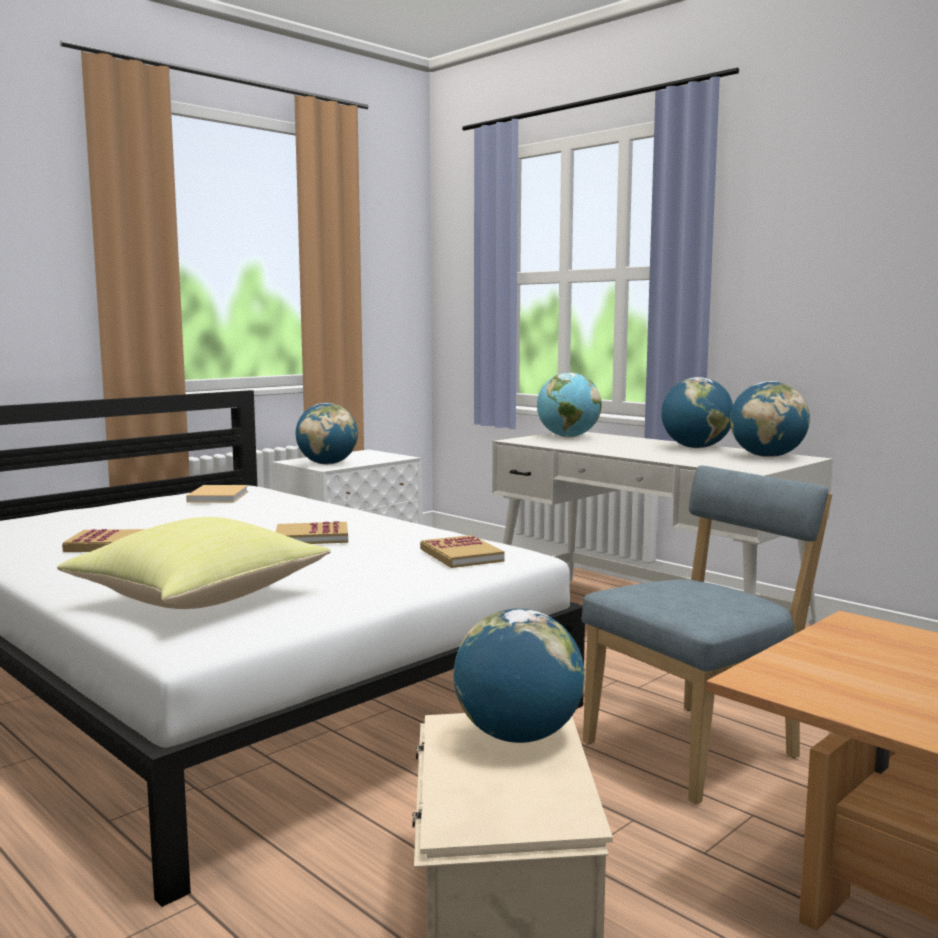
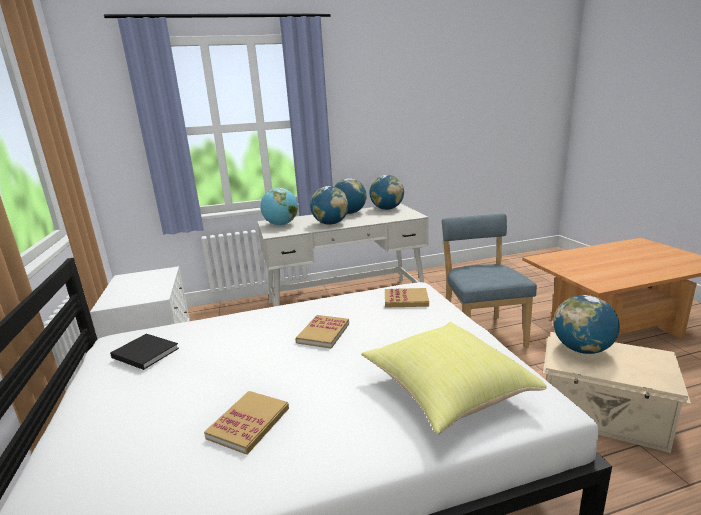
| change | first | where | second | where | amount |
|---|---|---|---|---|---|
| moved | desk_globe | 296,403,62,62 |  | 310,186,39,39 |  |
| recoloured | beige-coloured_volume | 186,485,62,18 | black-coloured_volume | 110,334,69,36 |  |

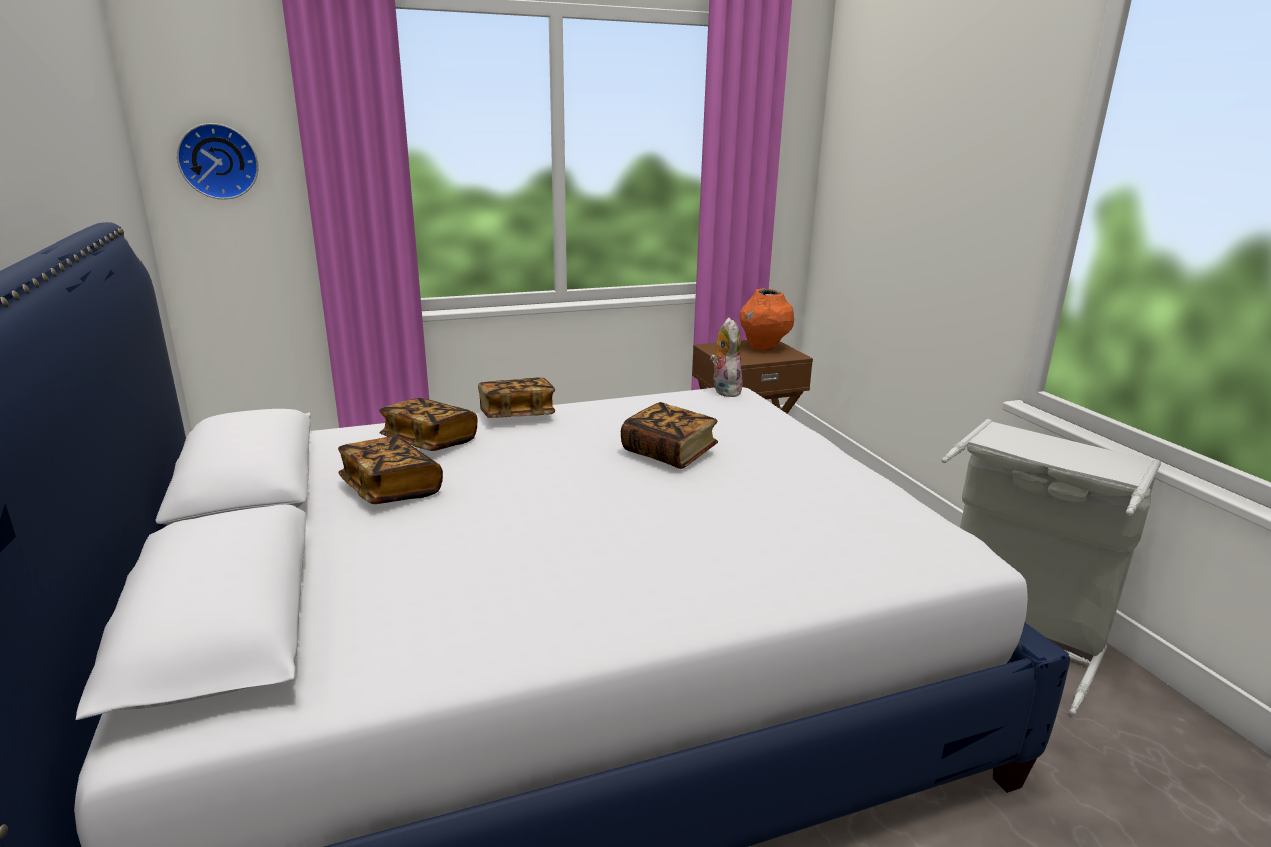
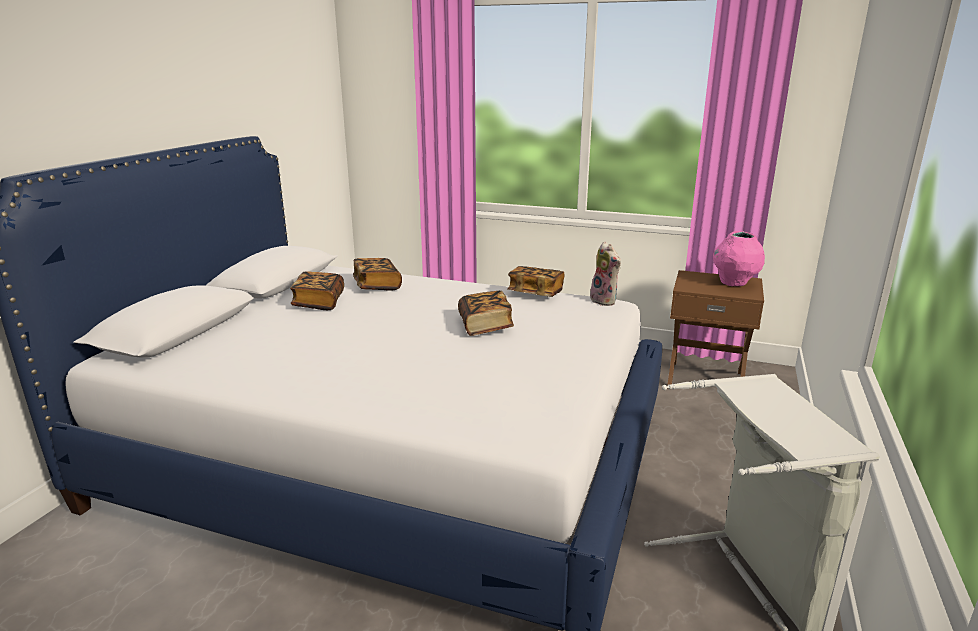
| change | first | where | second | where | amount |
|---|---|---|---|---|---|
| removed | wall_clock | 177,123,82,76 |  |  |  |
| recoloured | orangey_decorative_vase | 740,288,54,63 | pink-coloured_decorative_vase | 713,231,52,55 |  |
| turned | plush_toy | 710,318,33,79 |  | 590,241,31,65 | 120 degrees clockwise |
| moved | volume | 478,378,77,40 |  | 507,266,58,31 |  |

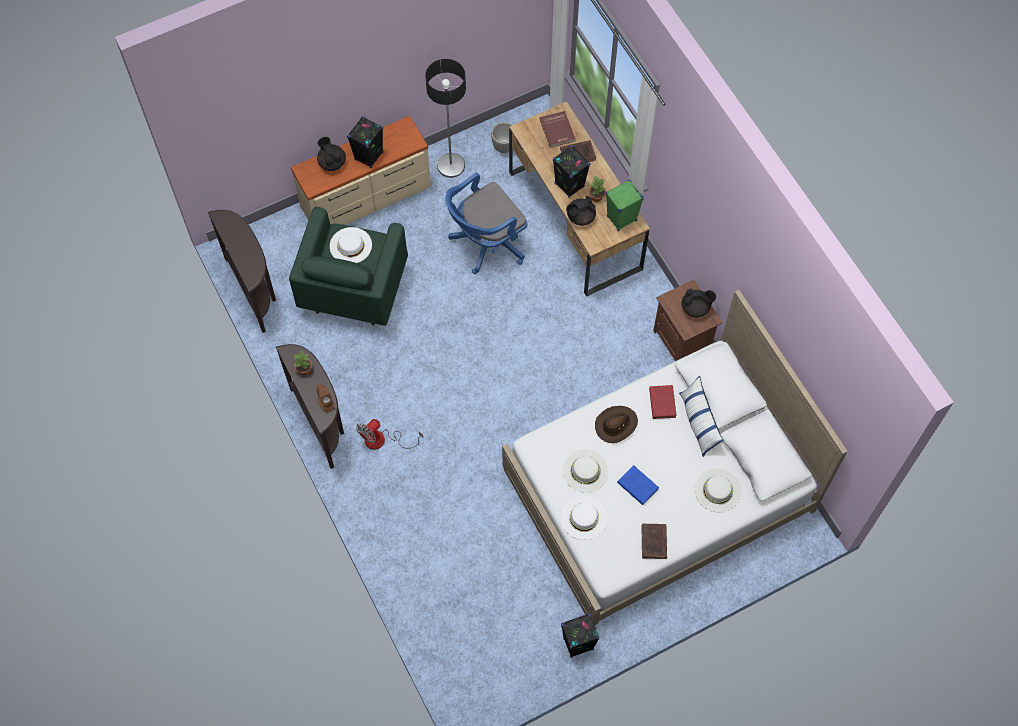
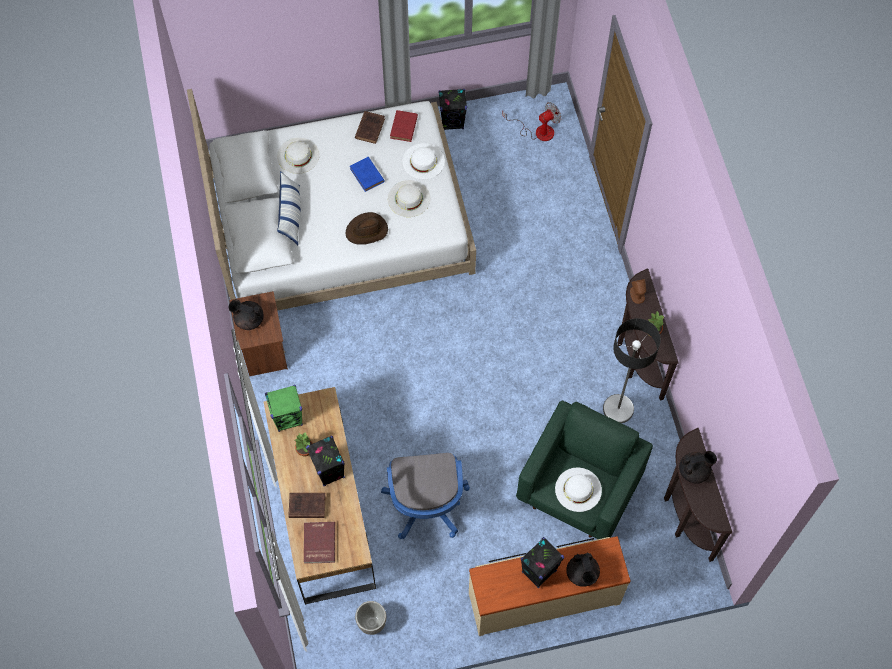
| change | first | where | second | where | amount |
|---|---|---|---|---|---|
| moved | floor_lamp | 425,59,41,119 |  | 603,318,58,105 |  |
| turned | blue_desk_chair | 445,173,82,101 |  | 381,453,89,86 | 105 degrees clockwise |
| moved | black-coloured_tea_pot | 566,196,30,30 |  | 679,451,38,33 |  |
| moved | red-coloured_volume | 649,385,28,34 |  | 390,110,28,32 |  |
| moved | fan | 356,419,67,31 |  | 502,102,59,39 |  |

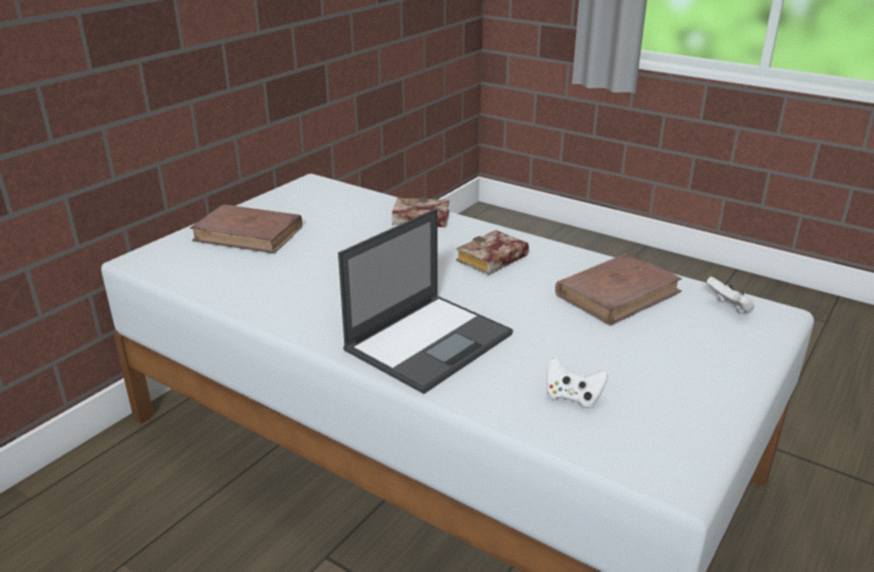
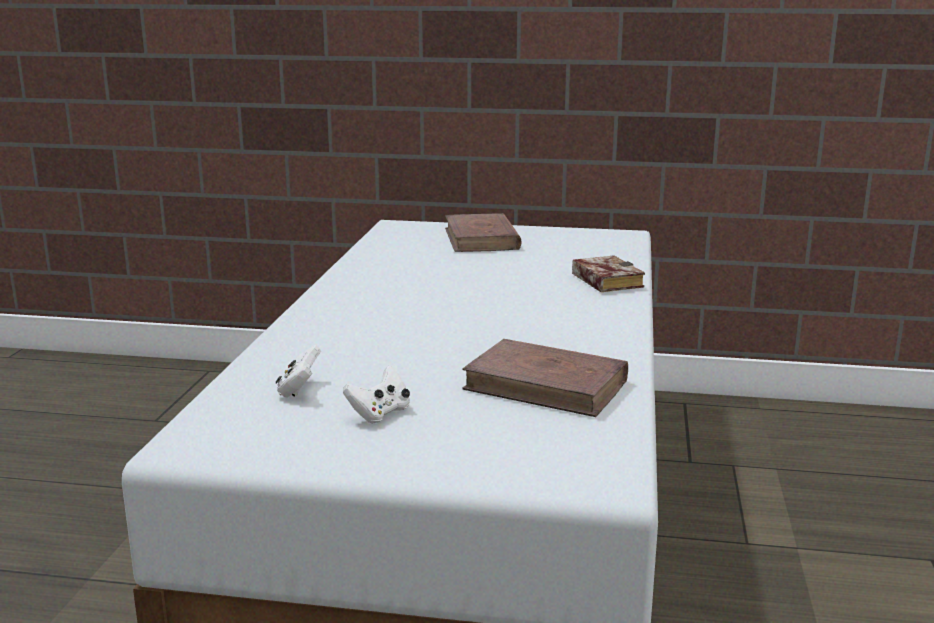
| change | first | where | second | where | amount |
|---|---|---|---|---|---|
| removed | portable_computer | 338,208,175,186 |  |  |  |
| removed | volume | 456,230,73,45 |  |  |  |
| moved | white-coloured_joypad | 706,277,48,37 |  | 343,366,67,58 |  |

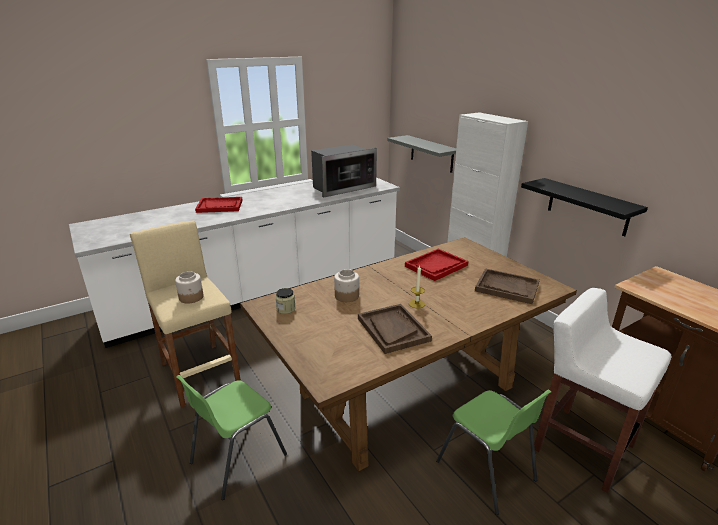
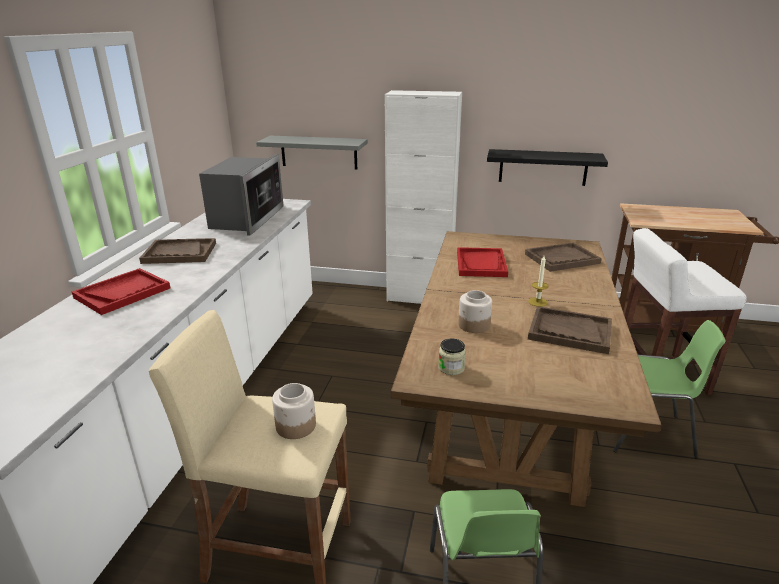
| change | first | where | second | where | amount |
|---|---|---|---|---|---|
| added |  |  | brown-coloured_carrying_tray | 139,238,77,26 |  |

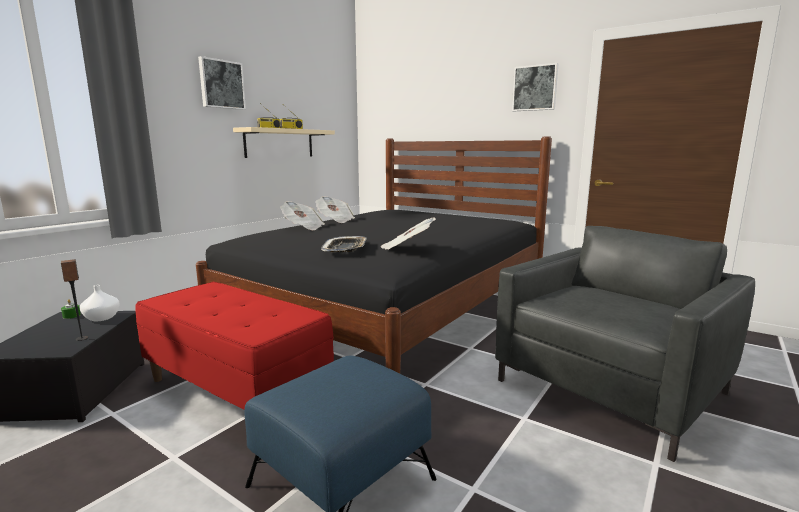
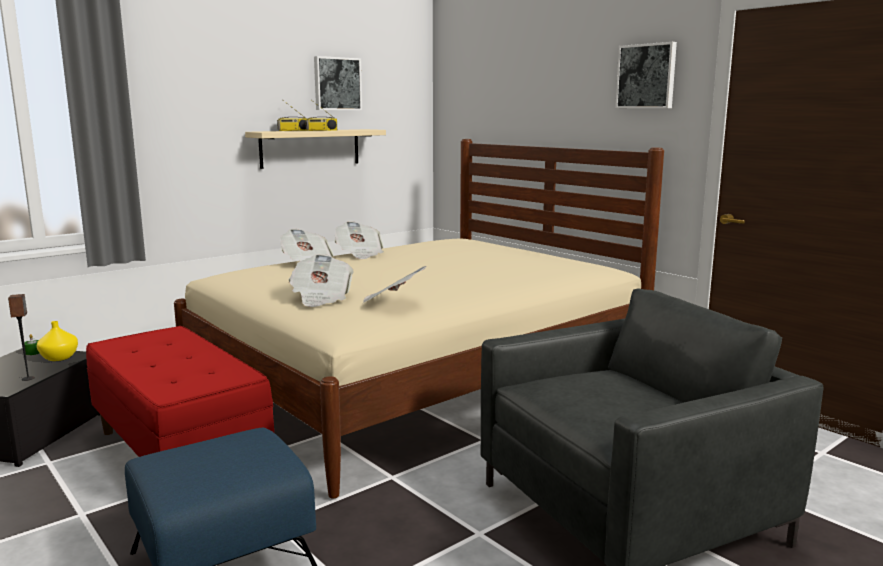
| change | first | where | second | where | amount |
|---|---|---|---|---|---|
| moved | wall_picture | 198,56,48,54 |  | 314,56,48,54 |  |
| recoloured | black-coloured_bed | 196,137,356,236 | beige-coloured_bed | 174,139,490,360 |  |
| replaced | carrying_tray | 321,236,46,17 | daily_paper | 289,254,65,53 |  |
| recoloured | white-coloured_decorative_vase | 80,285,40,36 | yellowish_decorative_vase | 37,321,41,40 |  |

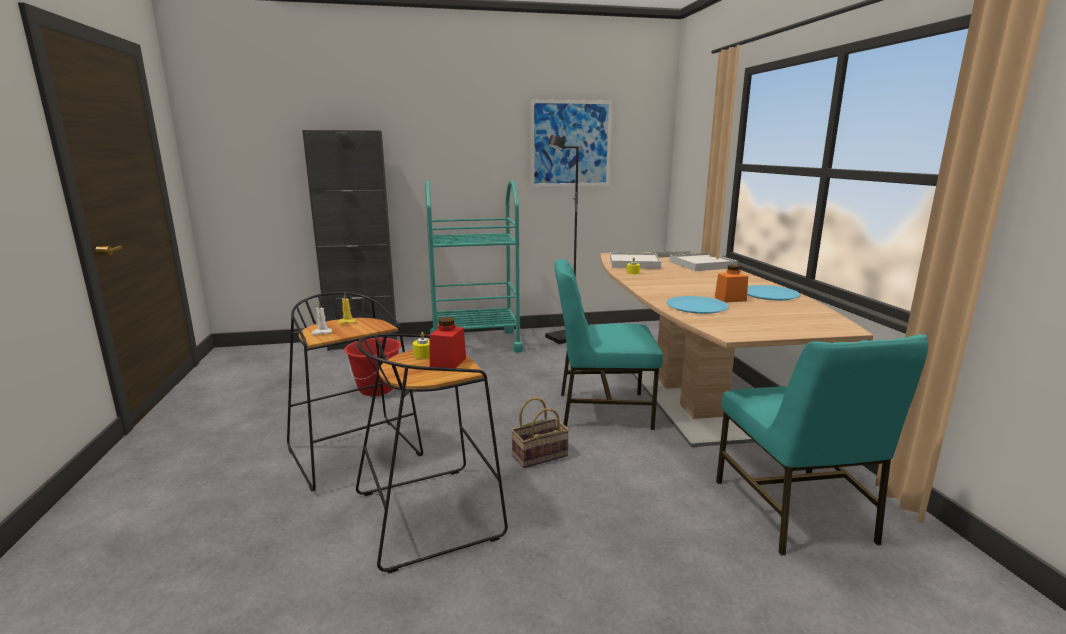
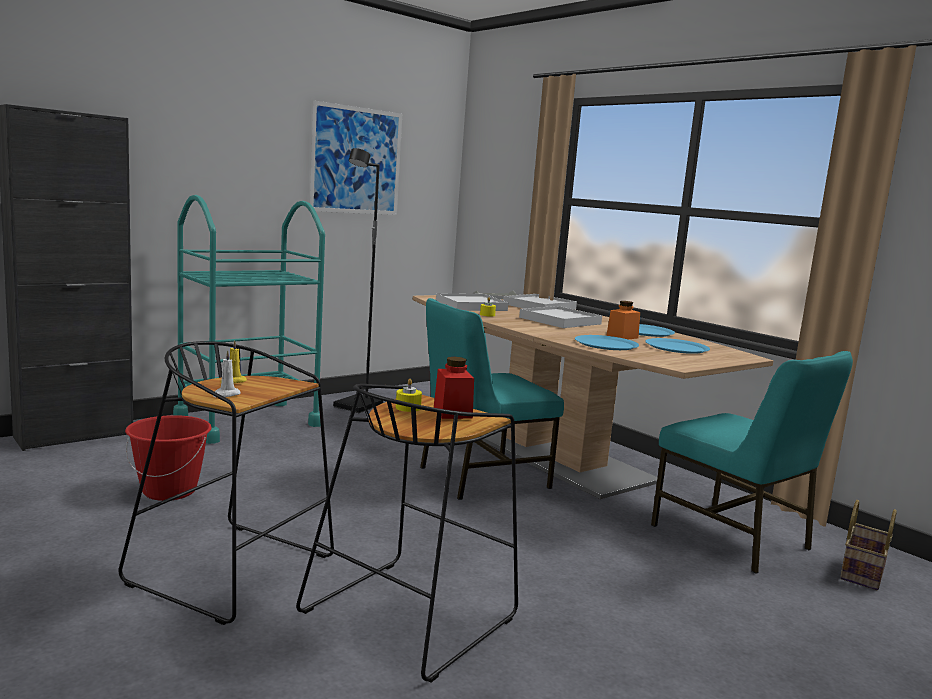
| change | first | where | second | where | amount |
|---|---|---|---|---|---|
| moved | basket | 511,398,58,70 |  | 840,500,57,90 |  |
| added |  |  | white-coloured_carrying_tray | 519,306,83,22 |  |
| added |  |  | blue_dinner_plate | 645,338,65,16 |  |

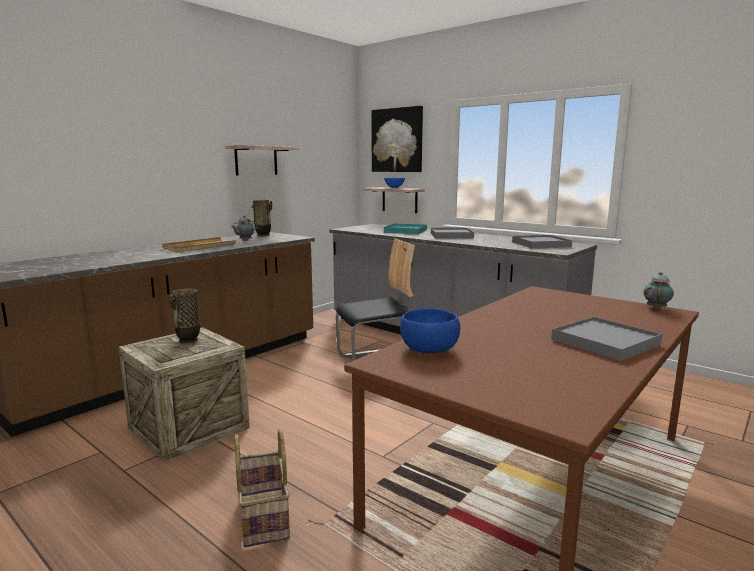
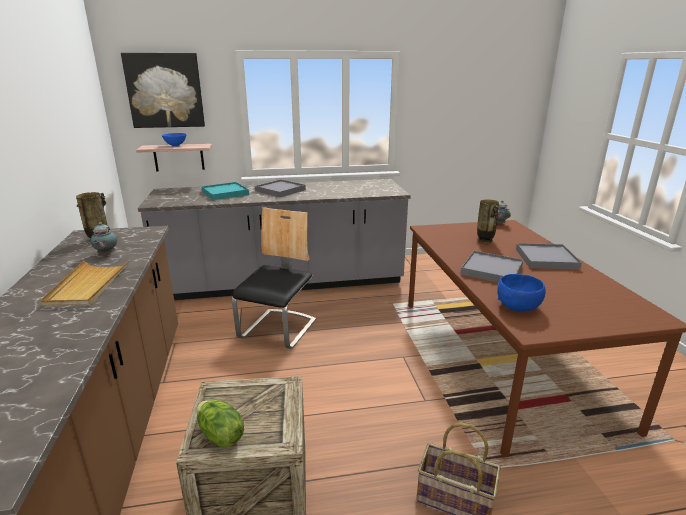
| change | first | where | second | where | amount |
|---|---|---|---|---|---|
| removed | shelf | 225,145,75,30 |  |  |  |
| moved | greyish_carrying_tray | 512,235,60,13 |  | 460,251,63,32 |  |
| moved | decorative_vase | 170,288,30,56 |  | 477,200,22,43 |  |
| added |  |  | lettuce_head | 196,400,48,48 |  |

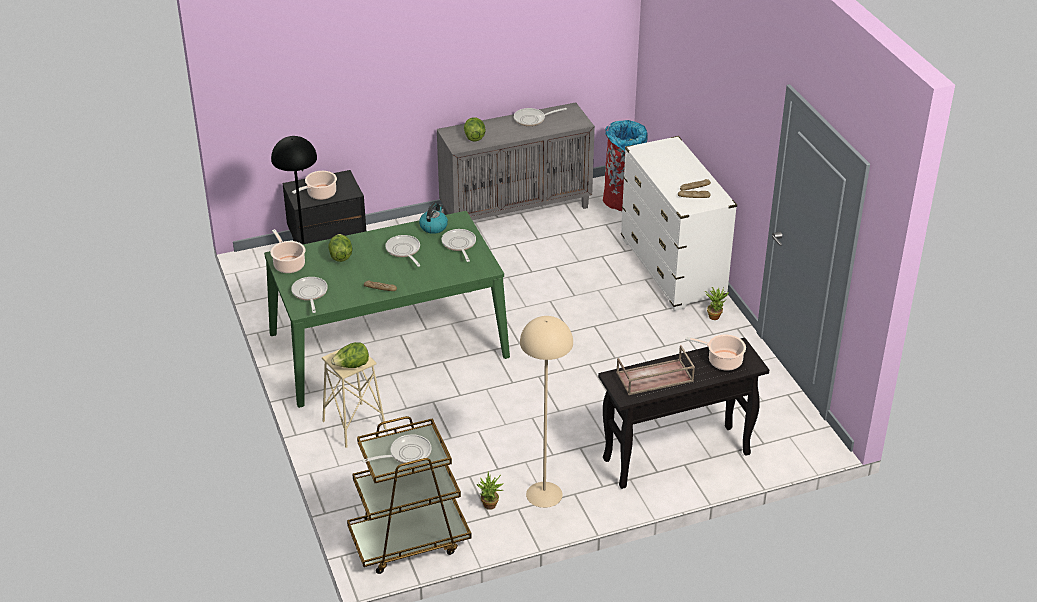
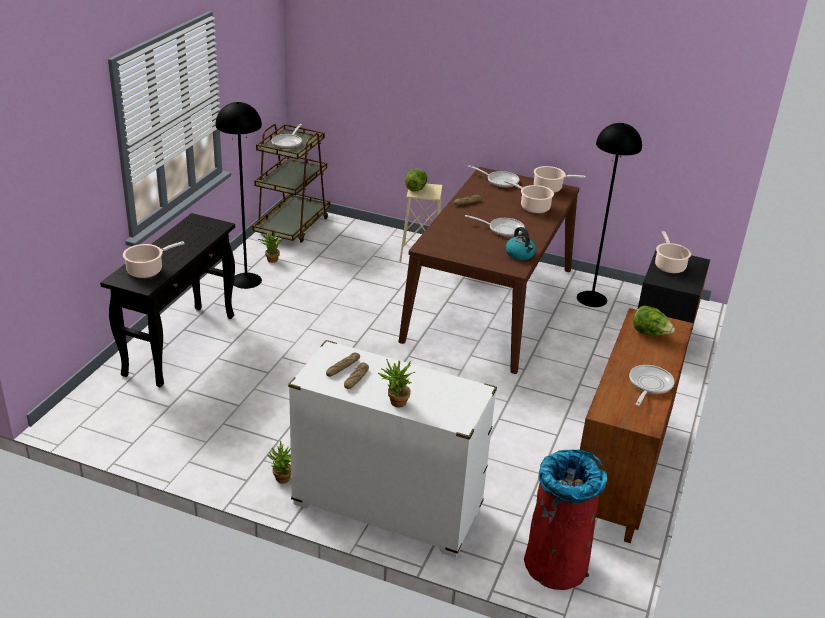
| change | first | where | second | where | amount |
|---|---|---|---|---|---|
| recoloured | greyish_cupboard | 437,102,158,118 | brown-coloured_cupboard | 580,308,113,235 |  |
| recoloured | green_dinner_table | 264,211,246,197 | brown-coloured_dinner_table | 399,167,180,207 |  |
| removed | pan | 442,229,34,33 |  |  |  |
| replaced | lettuce_head | 328,234,24,28 | cooking_pot | 504,180,50,33 |  |
| recoloured | beige-coloured_floor_lamp | 520,316,53,192 | black-coloured_floor_lamp | 216,102,46,187 |  |
| removed | brown-coloured_carrying_tray | 616,345,79,50 |  |  |  |
| added |  |  | houseplant | 378,359,37,48 |  |

